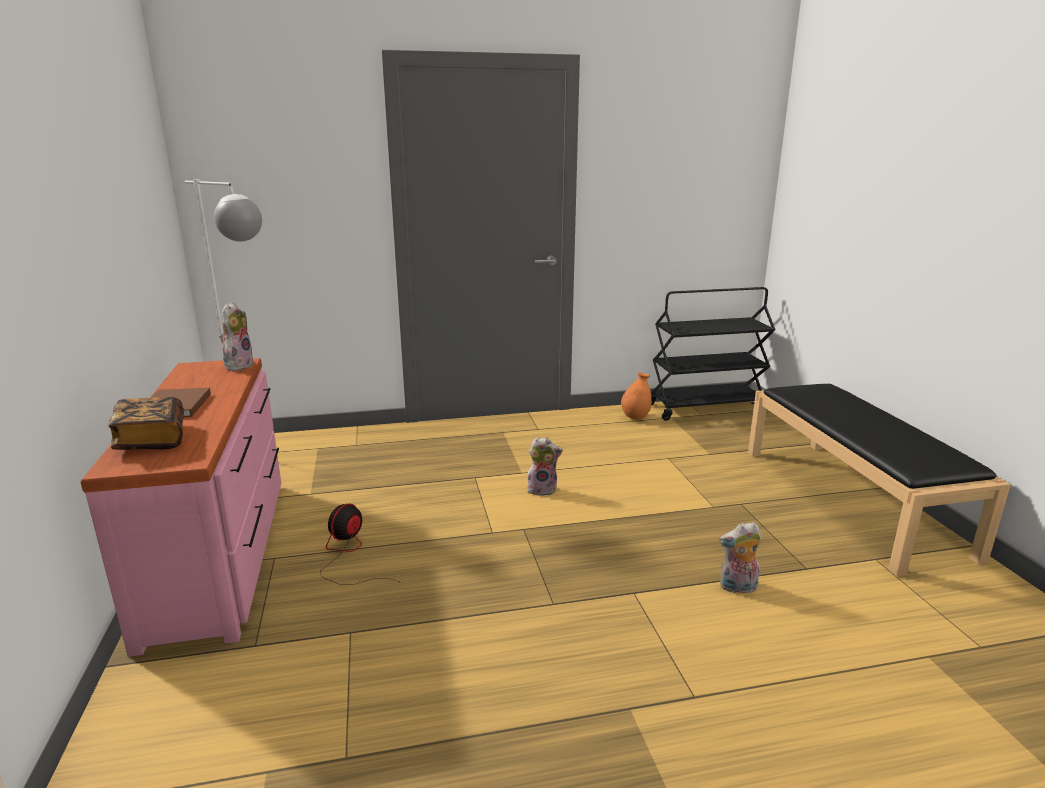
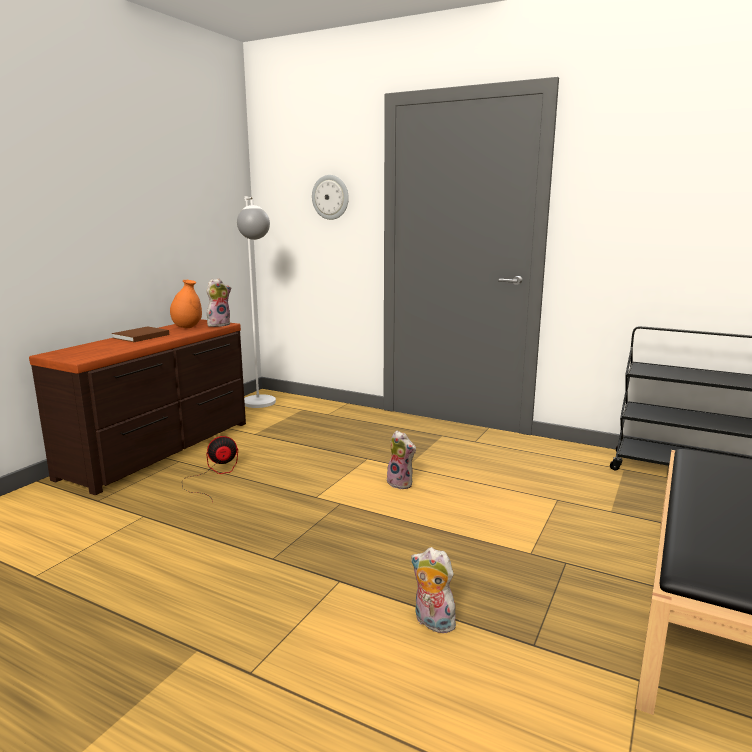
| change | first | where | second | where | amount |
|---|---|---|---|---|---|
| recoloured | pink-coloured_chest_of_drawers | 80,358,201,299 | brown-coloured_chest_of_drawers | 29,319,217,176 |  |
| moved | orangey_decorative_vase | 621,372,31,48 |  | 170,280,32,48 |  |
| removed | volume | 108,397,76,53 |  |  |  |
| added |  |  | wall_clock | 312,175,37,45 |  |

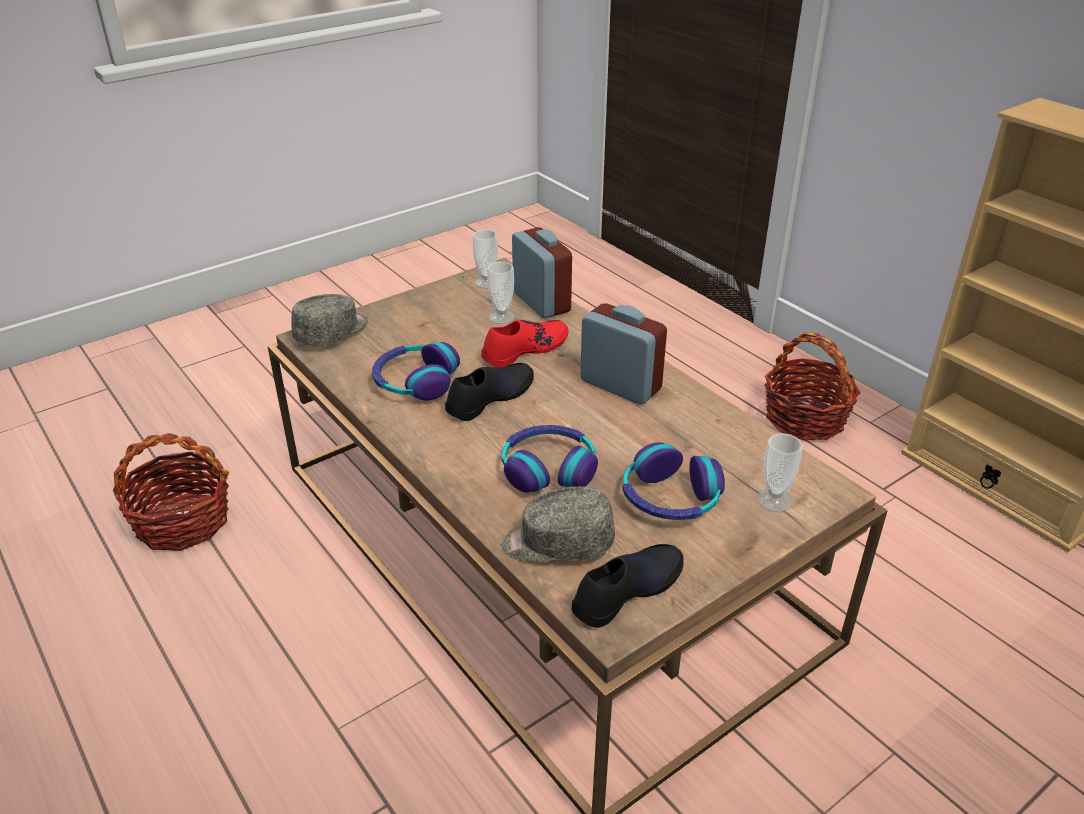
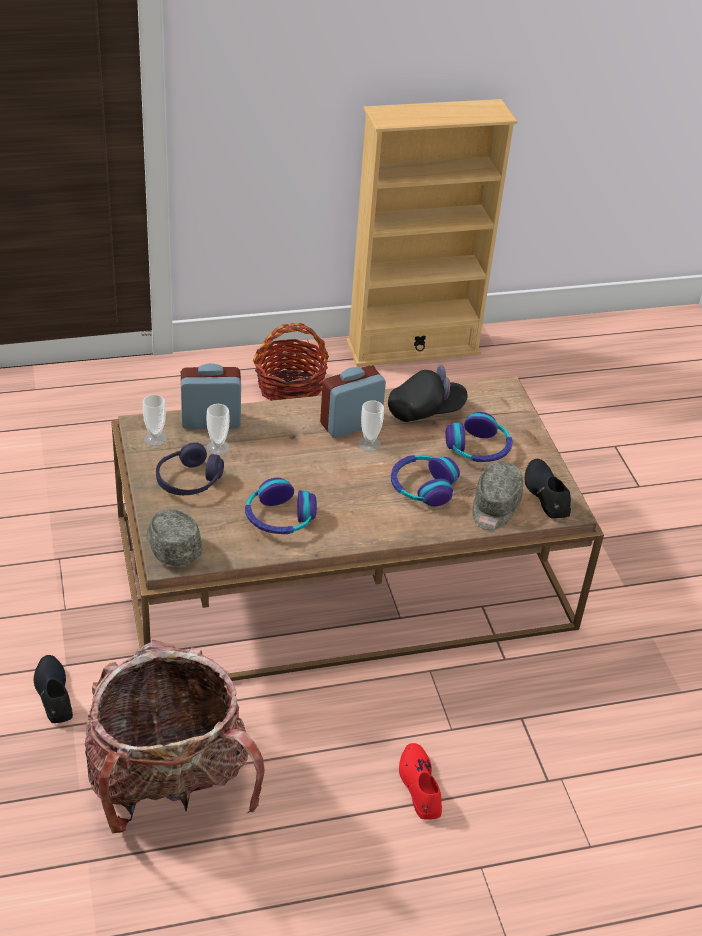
| change | first | where | second | where | amount |
|---|---|---|---|---|---|
| moved | red-coloured_shoe | 481,320,87,47 |  | 399,743,43,77 |  |
| moved | black-coloured_shoe | 445,363,89,58 |  | 34,655,39,68 |  |
| replaced | basket | 113,433,116,118 | backpack | 85,640,180,193 |  |
| moved | drinking_cup | 757,433,46,79 |  | 358,400,26,51 |  |
| added |  |  | black-coloured_peaked_cap | 388,365,80,57 |  |
| added |  |  | purplish_pair_of_headphones | 156,442,68,53 |  |

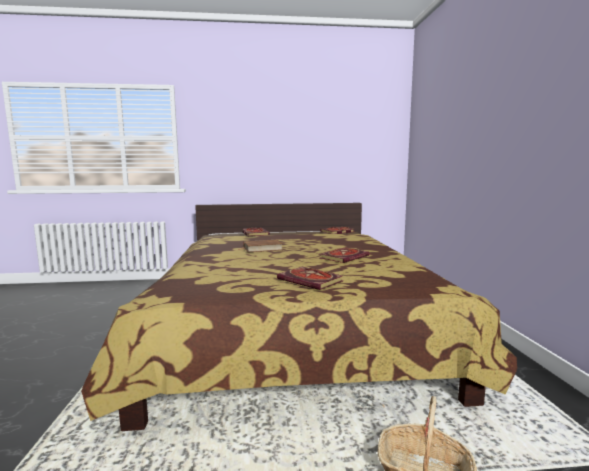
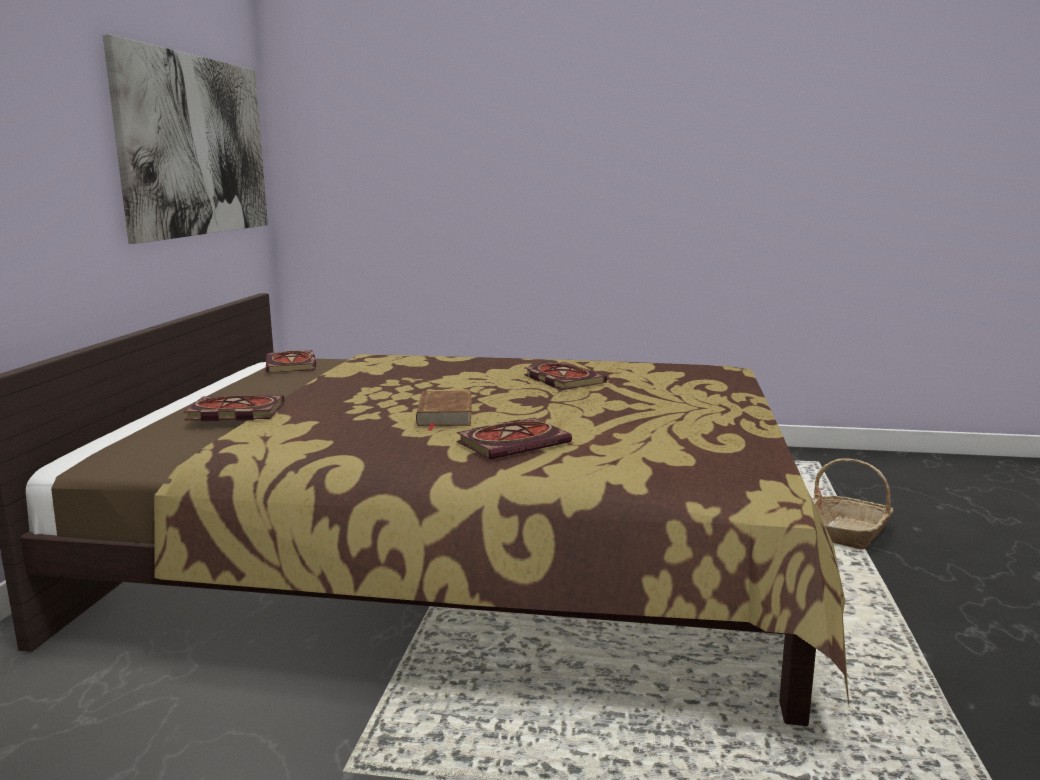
| change | first | where | second | where | amount |
|---|---|---|---|---|---|
| moved | volume | 277,267,66,23 |  | 456,418,116,41 |  |
| added |  |  | wall_picture | 103,35,165,209 |  |

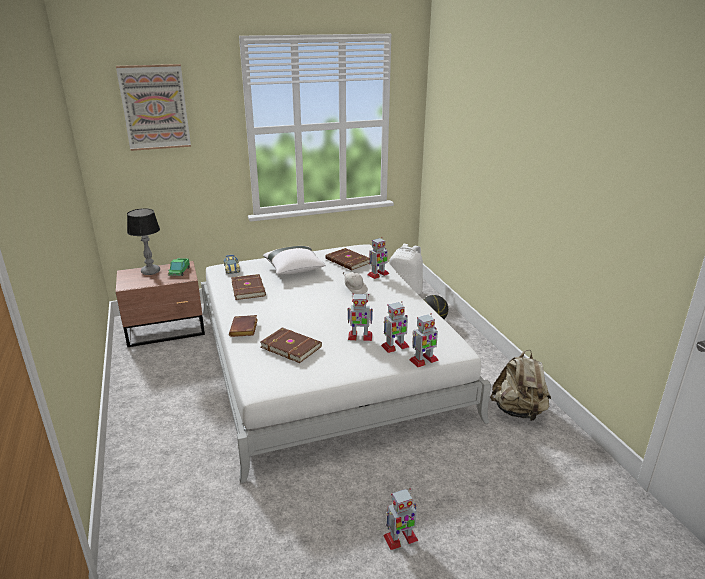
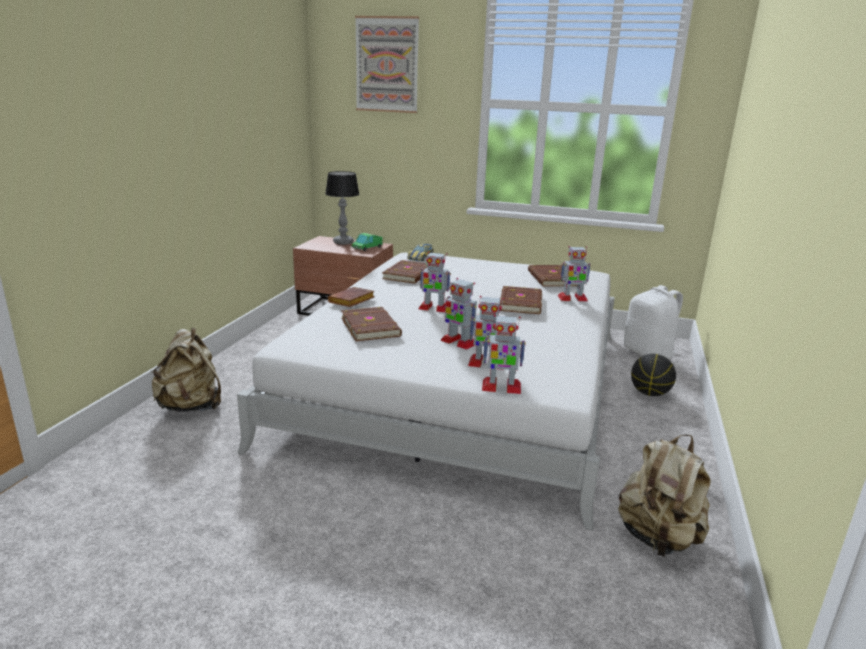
| change | first | where | second | where | amount |
|---|---|---|---|---|---|
| removed | white-coloured_pillow | 263,246,63,29 |  |  |  |
| replaced | white-coloured_peaked_cap | 343,272,25,22 | brown-coloured_volume | 500,286,42,28 |  |
| moved | model_robot | 383,488,36,62 |  | 418,251,33,61 |  |
| added |  |  | beige-coloured_backpack | 151,328,70,84 |  |

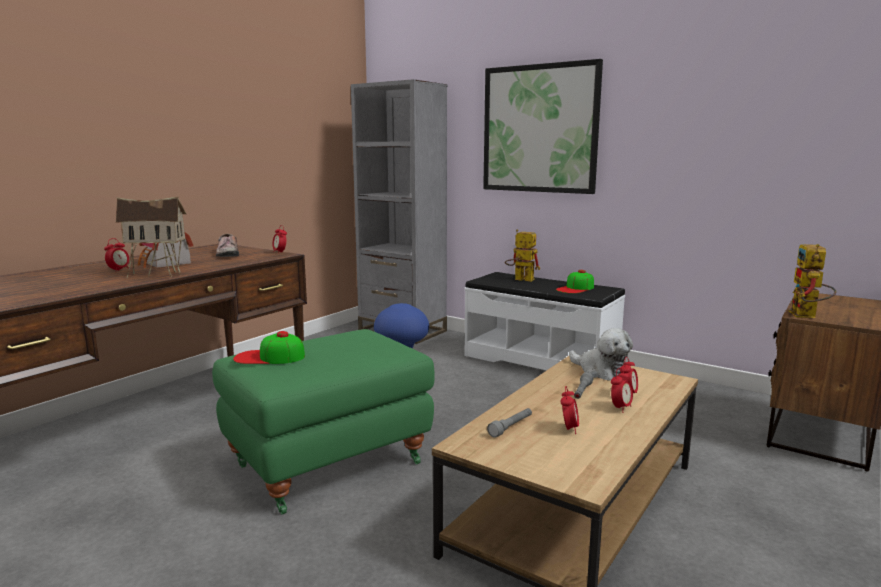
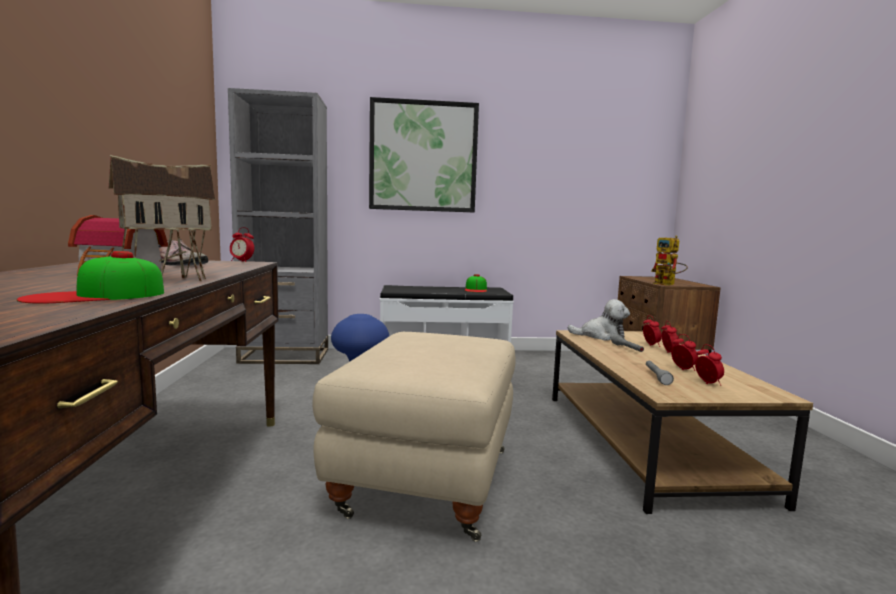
| change | first | where | second | where | amount |
|---|---|---|---|---|---|
| removed | model_robot | 505,229,35,53 |  |  |  |
| moved | alarm_clock | 104,238,25,34 |  | 695,344,29,42 |  |
| recoloured | green_ottoman | 212,329,223,185 | beige-coloured_ottoman | 313,332,203,210 |  |
| moved | peaked_cap | 233,331,72,33 |  | 16,251,148,53 |  |

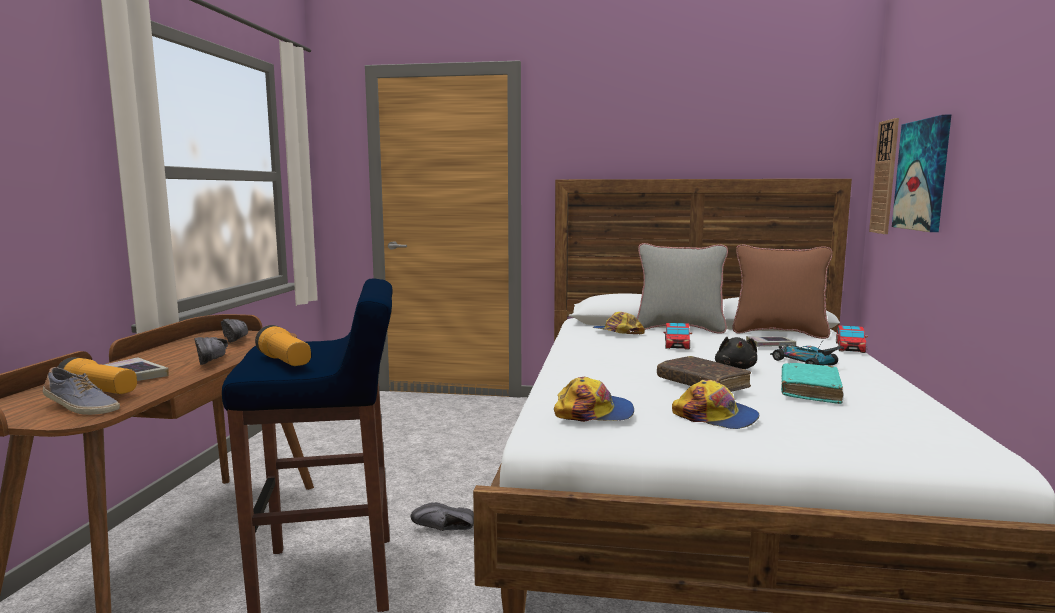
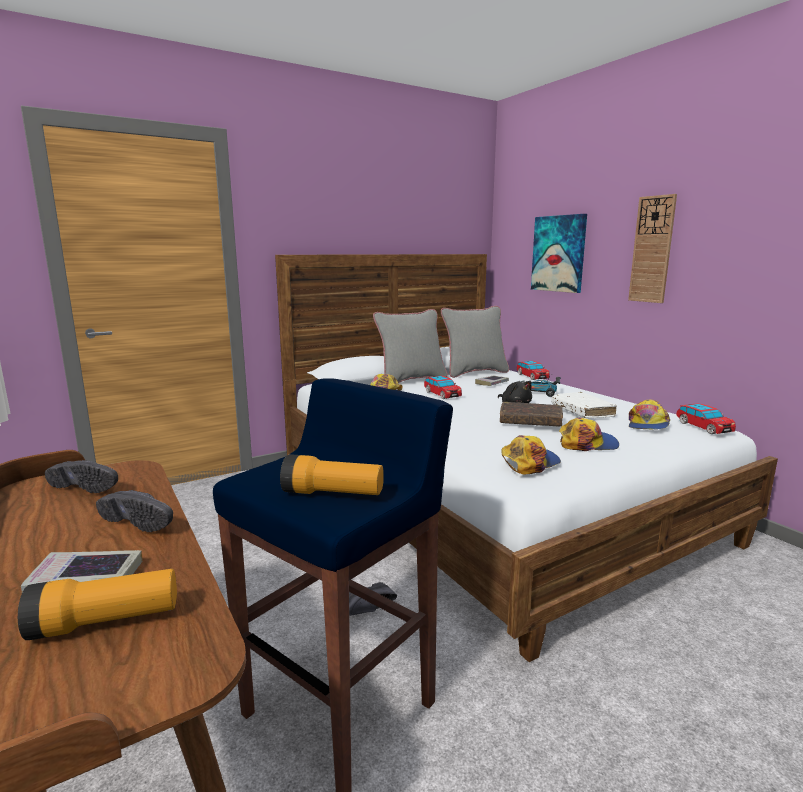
| change | first | where | second | where | amount |
|---|---|---|---|---|---|
| moved | wall_clock | 869,118,30,116 |  | 628,194,49,109 |  |
| recoloured | brown-coloured_pillow | 733,244,100,95 | greyish_pillow | 441,306,68,72 |  |
| recoloured | turquoise_volume | 781,363,62,41 | white-coloured_volume | 551,392,66,26 |  |
| removed | shoe | 43,367,77,48 |  |  |  |
| added |  |  | peaked_cap | 629,400,41,29 |  |
| added |  |  | miniature_car | 676,403,60,31 |  |

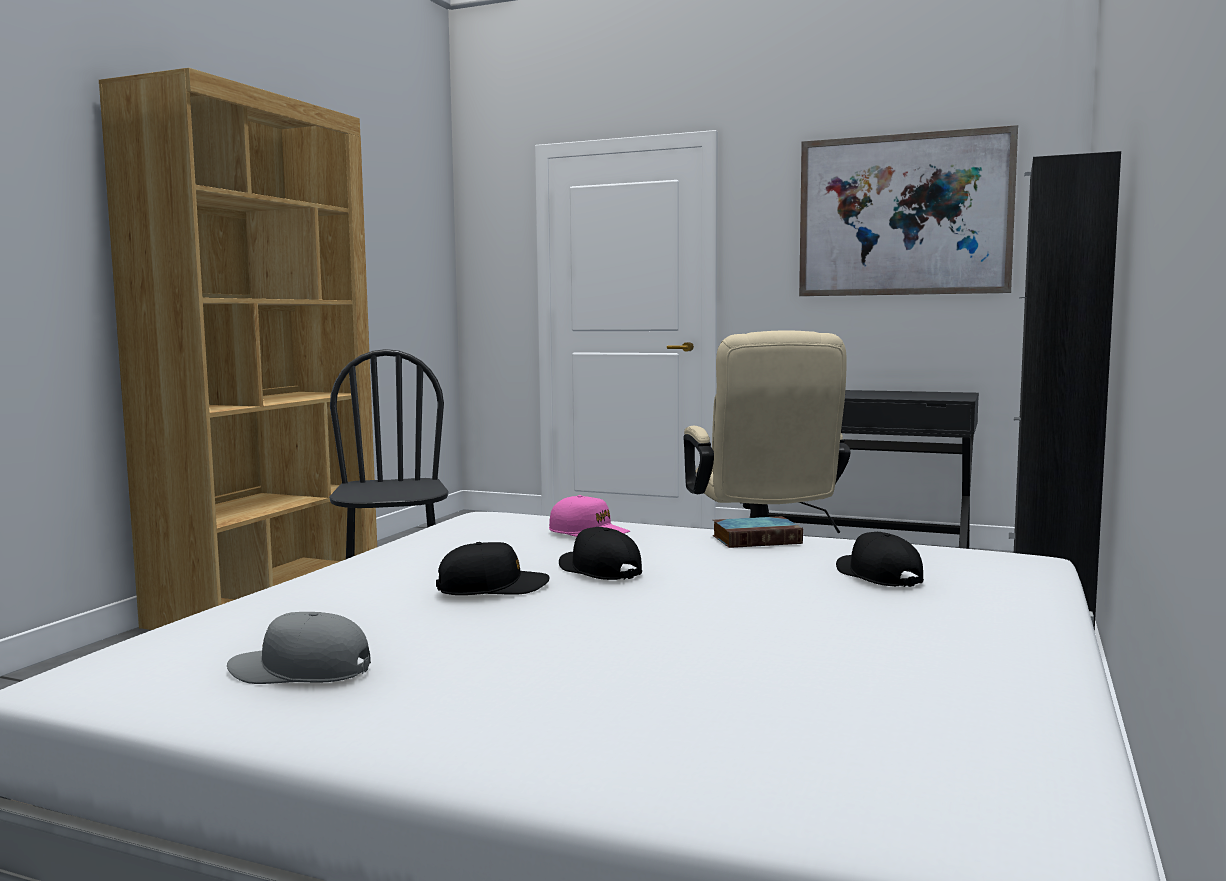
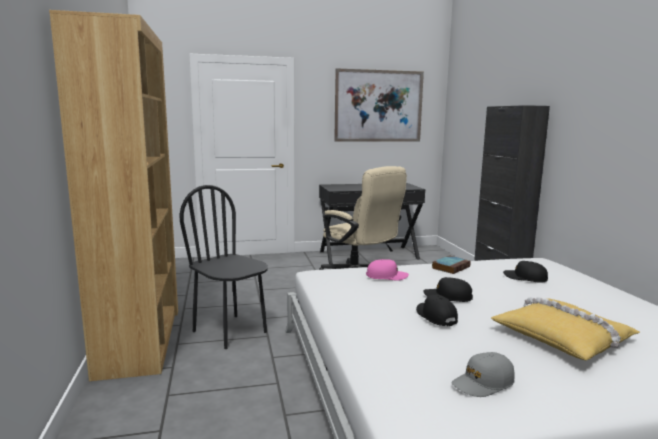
| change | first | where | second | where | amount |
|---|---|---|---|---|---|
| turned | black-coloured_peaked_cap | 436,542,114,53 |  | 416,295,42,31 | 60 degrees counterclockwise |
| added |  |  | yellowish_pillow | 491,297,149,63 |  |

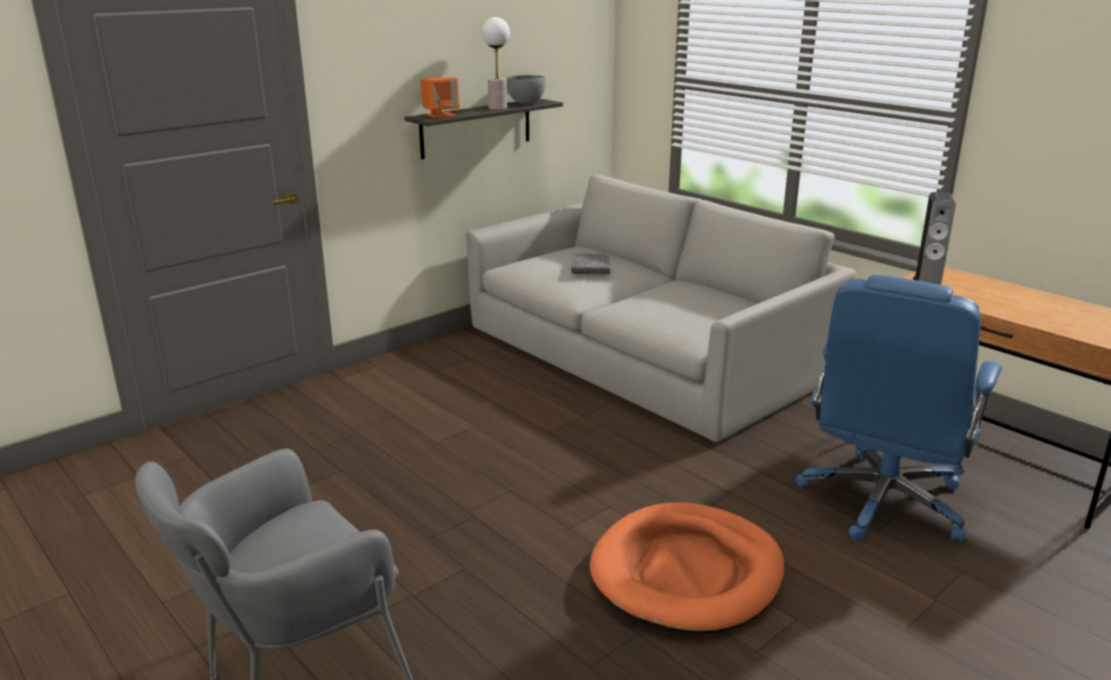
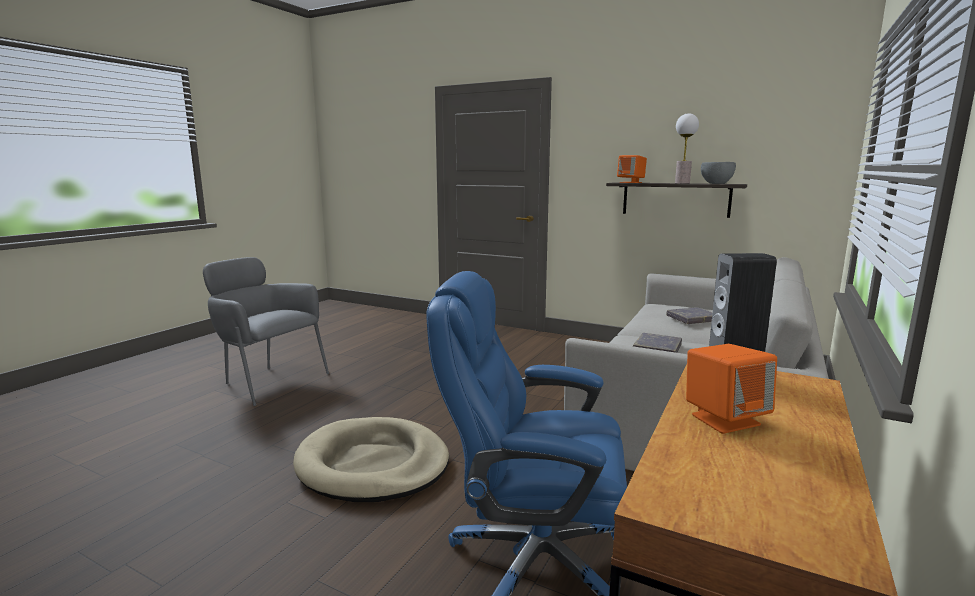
| change | first | where | second | where | amount |
|---|---|---|---|---|---|
| recoloured | orangey_pet_bed | 590,502,194,132 | beige-coloured_pet_bed | 293,417,156,85 |  |
| added |  |  | greyish_volume | 633,333,49,20 |  |
| added |  |  | orangey_speaker | 686,344,91,90 |  |

